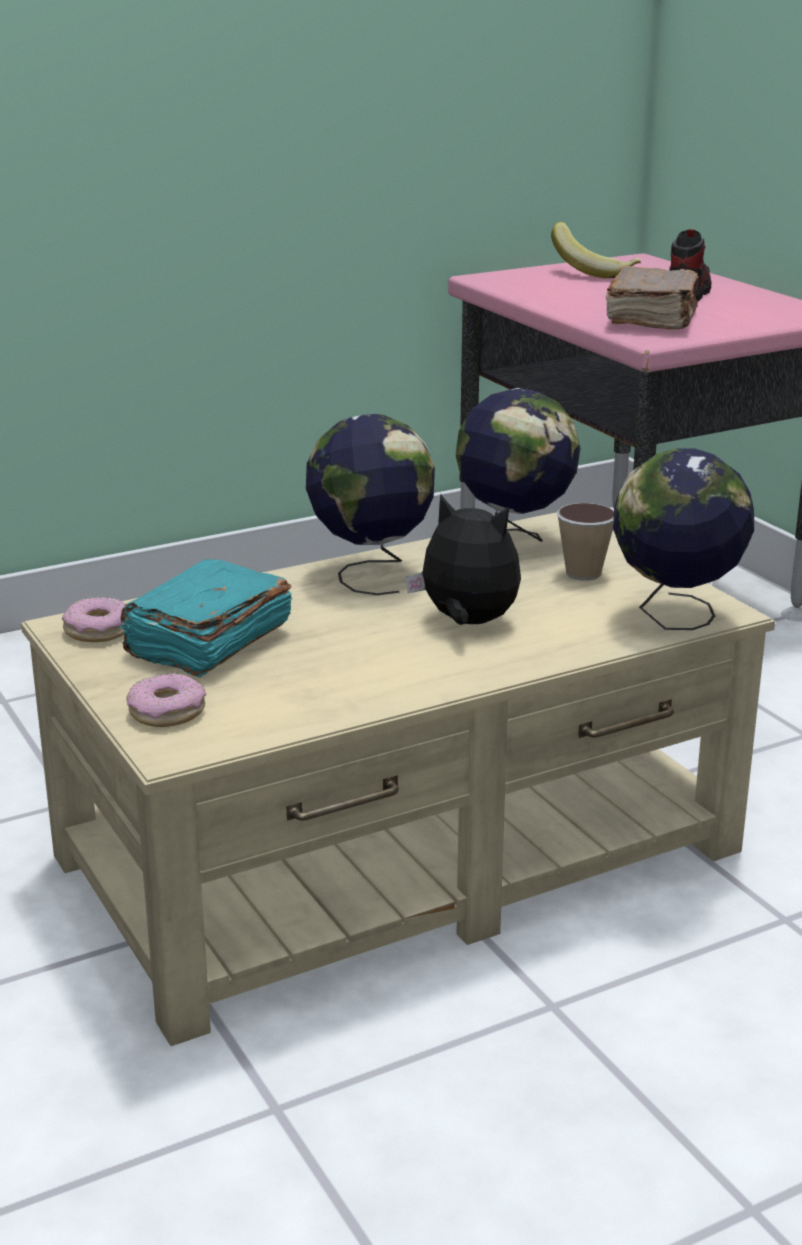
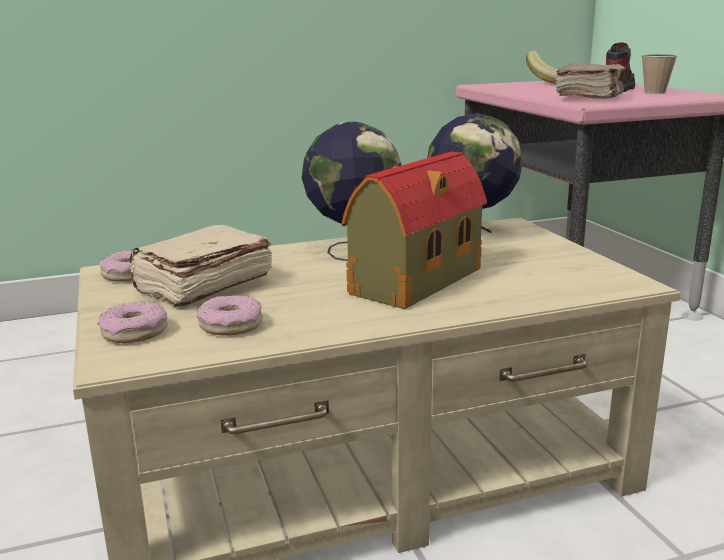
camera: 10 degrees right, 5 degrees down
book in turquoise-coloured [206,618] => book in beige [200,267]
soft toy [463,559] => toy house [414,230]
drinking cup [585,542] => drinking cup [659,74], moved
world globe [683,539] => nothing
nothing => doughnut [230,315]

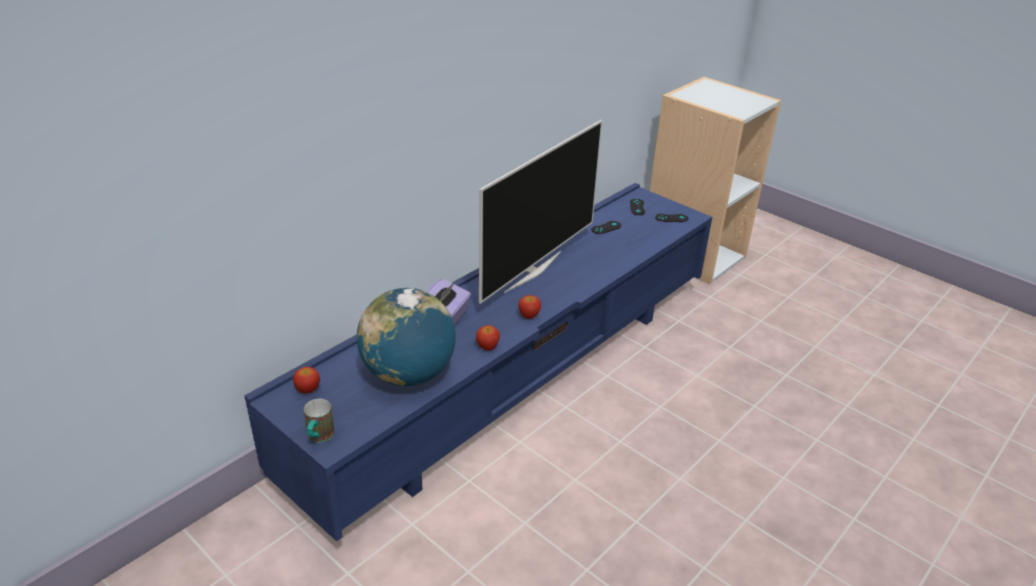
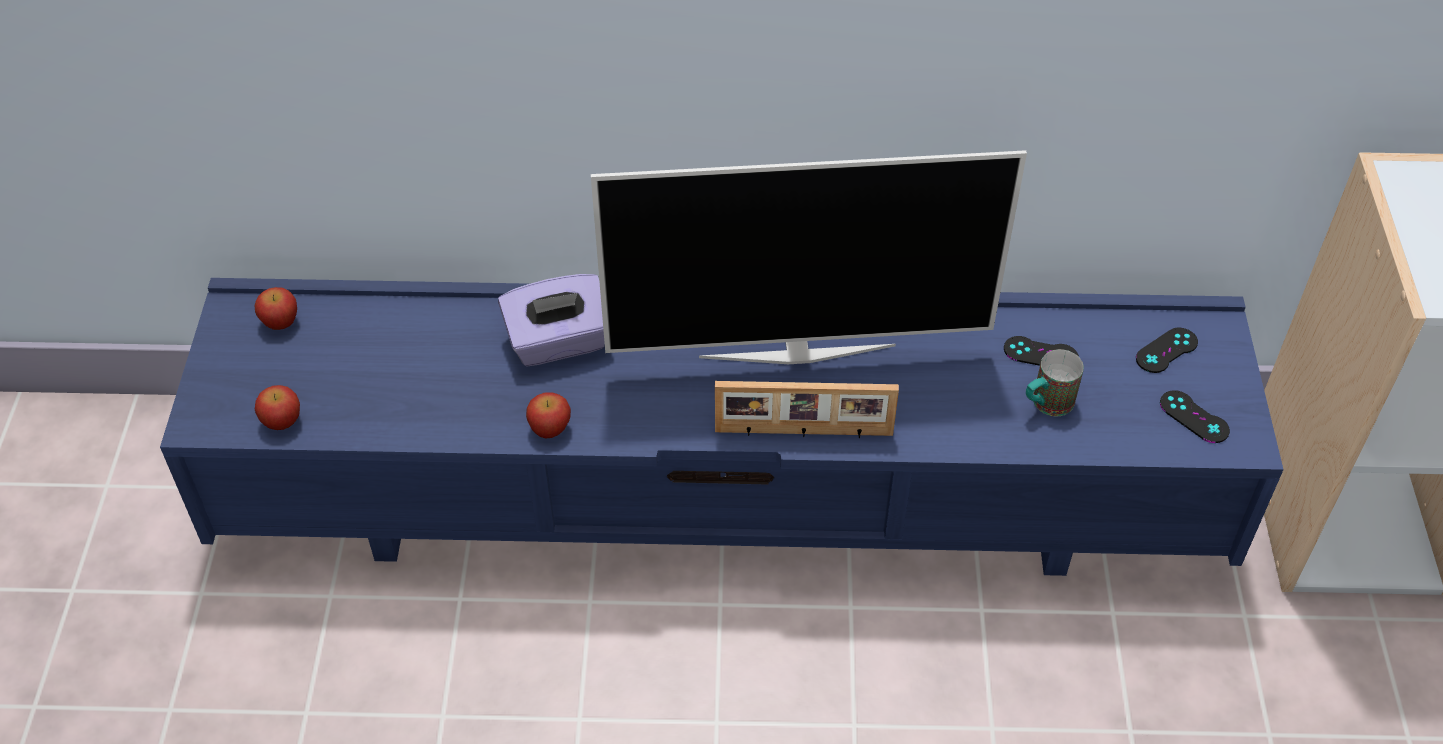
camera: 50 degrees right, 15 degrees up
tea mug [319,420] => tea mug [1055,382], moved
world globe [406,337] => nothing
apple fruit [529,307] => apple fruit [277,407], moved
nothing => standing frame [807,409]

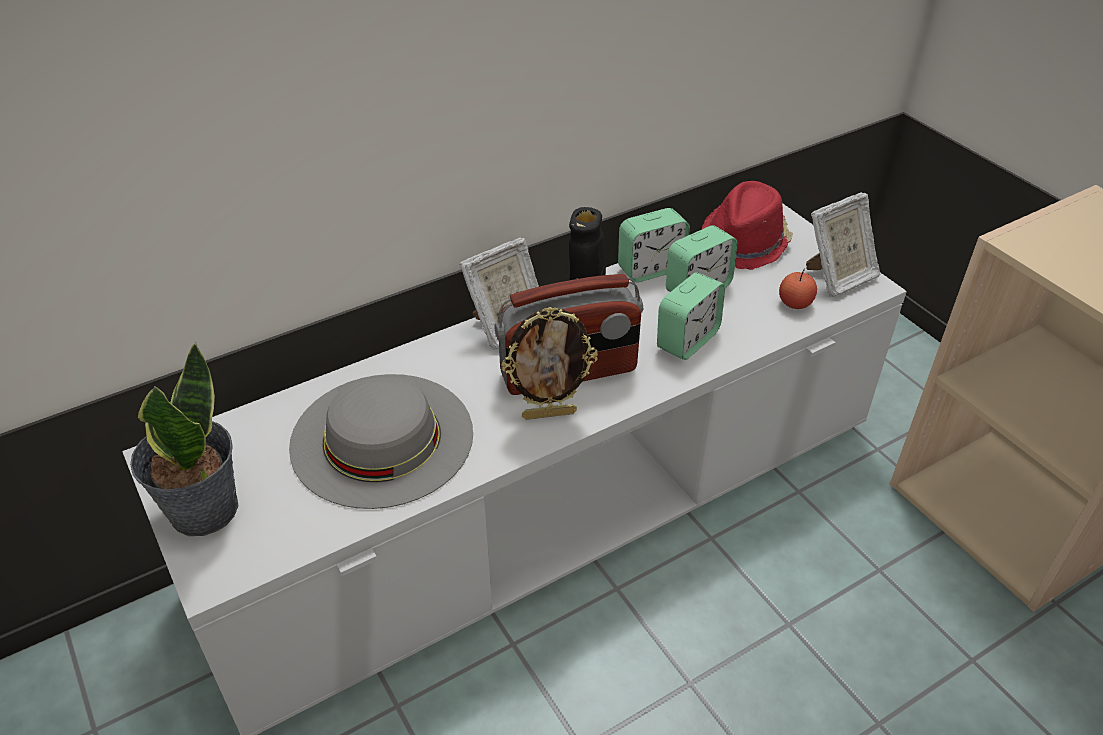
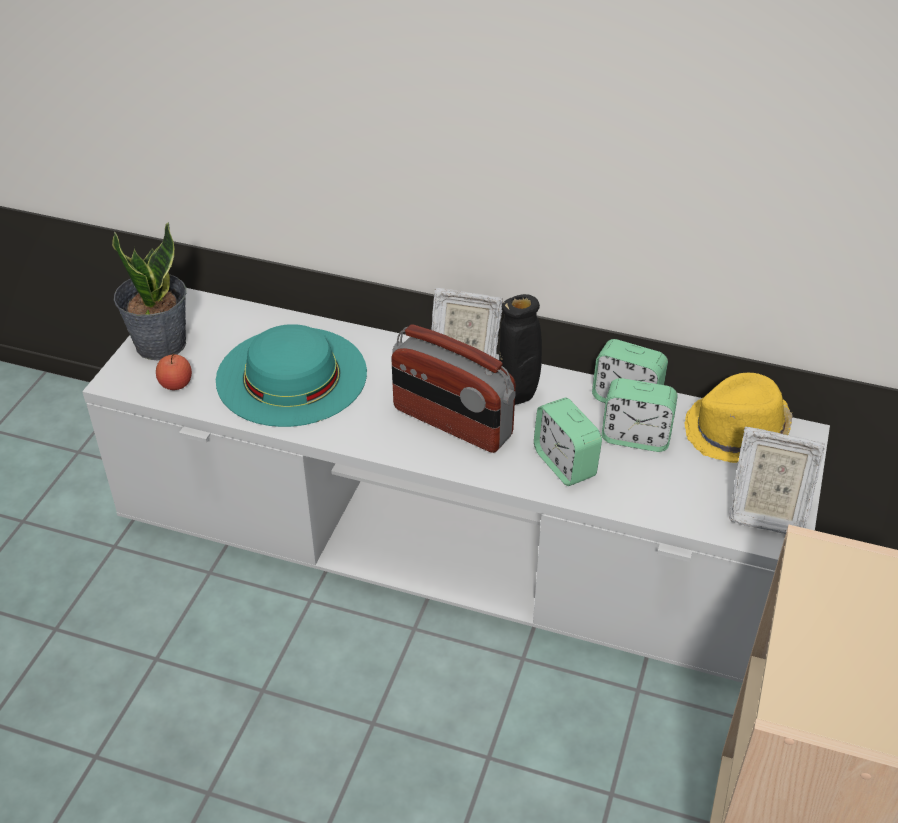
camera: 50 degrees right, 0 degrees up
clothing hat in gray [381,441] => clothing hat in turquoise-coloured [291,375]
standing frame [549,363] => nothing
alarm clock [691,316] => alarm clock [568,441], 60 degrees clockwise
clothing hat in reddish [747,225] => clothing hat in yellow-coloured [738,418]
apple fruit [798,289] => apple fruit [174,372], moved

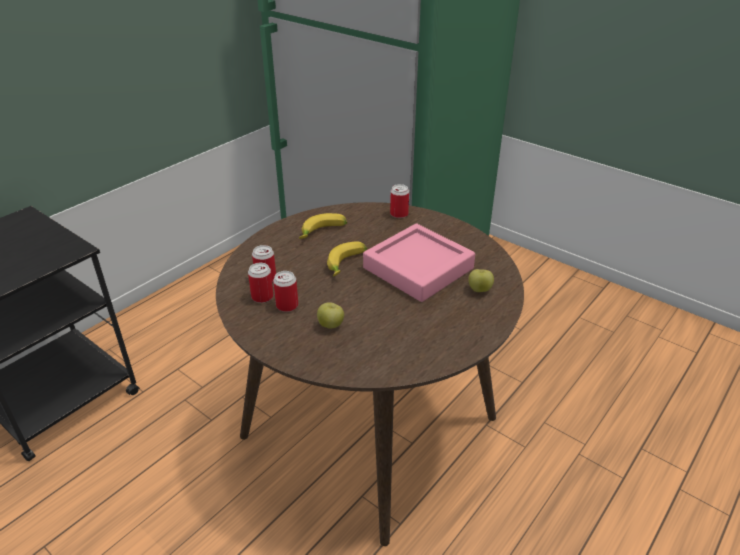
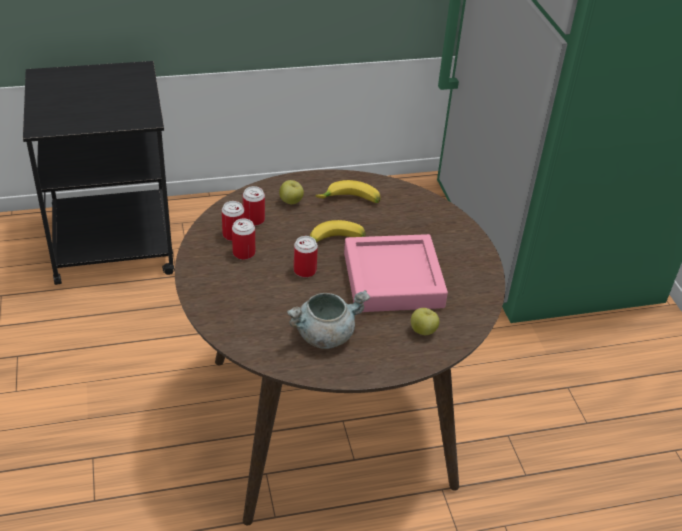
camera: 35 degrees right, 5 degrees up
apple fruit [330,315] => apple fruit [291,192], moved
metal can [399,201] => metal can [306,257], moved
nothing => stockpot in gray [328,319]

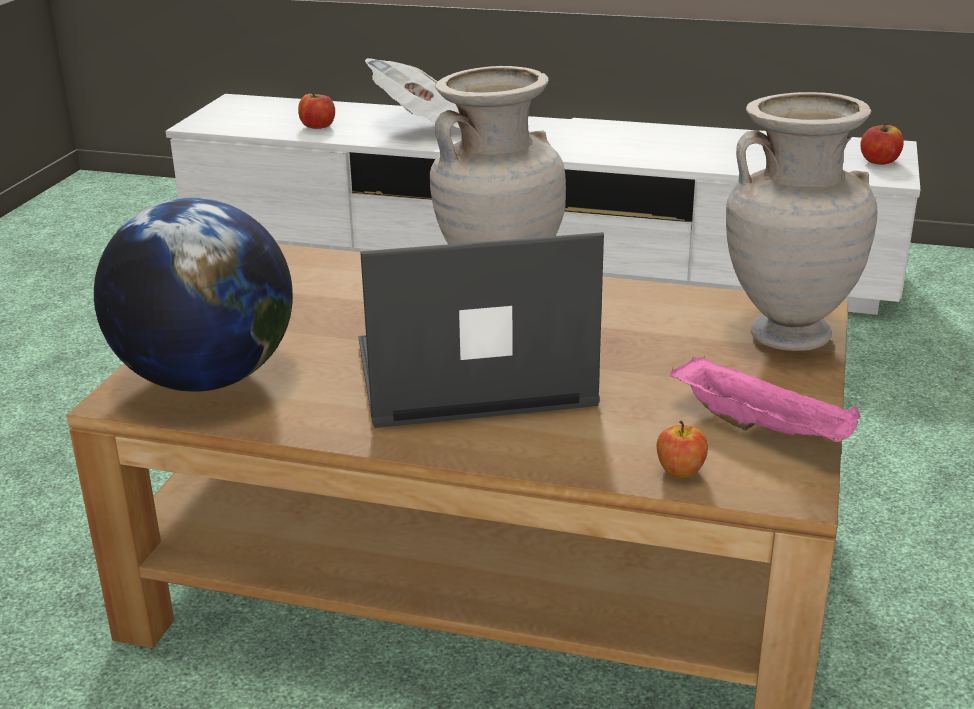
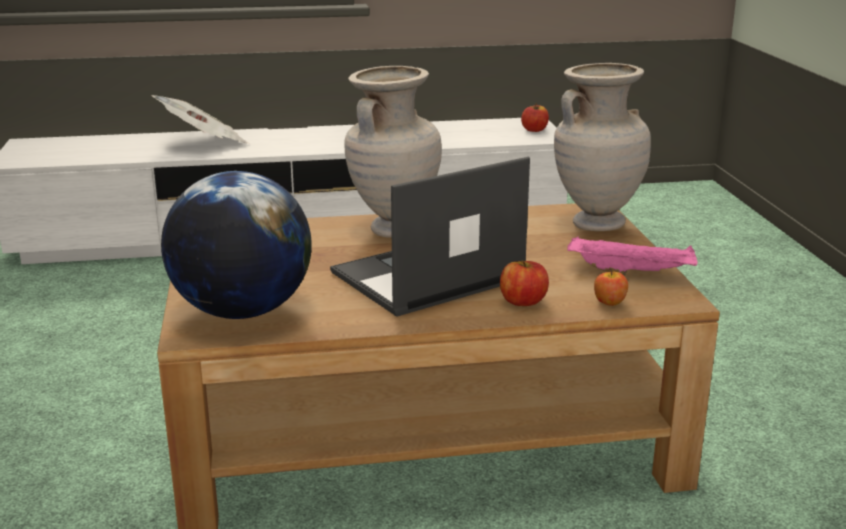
camera: 25 degrees left, 5 degrees down
apple fruit [316,110] => apple fruit [524,283], moved

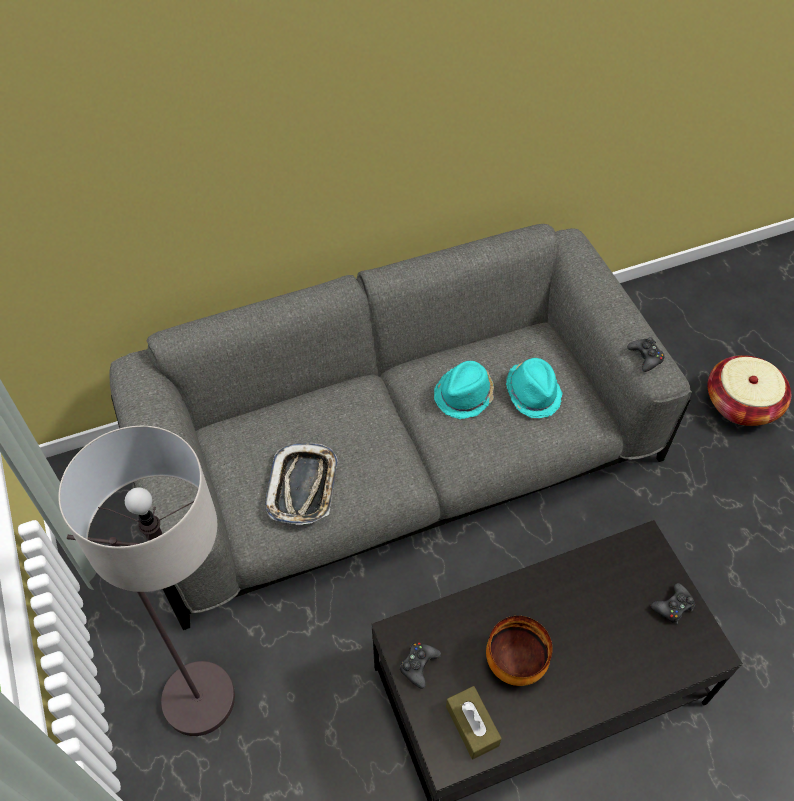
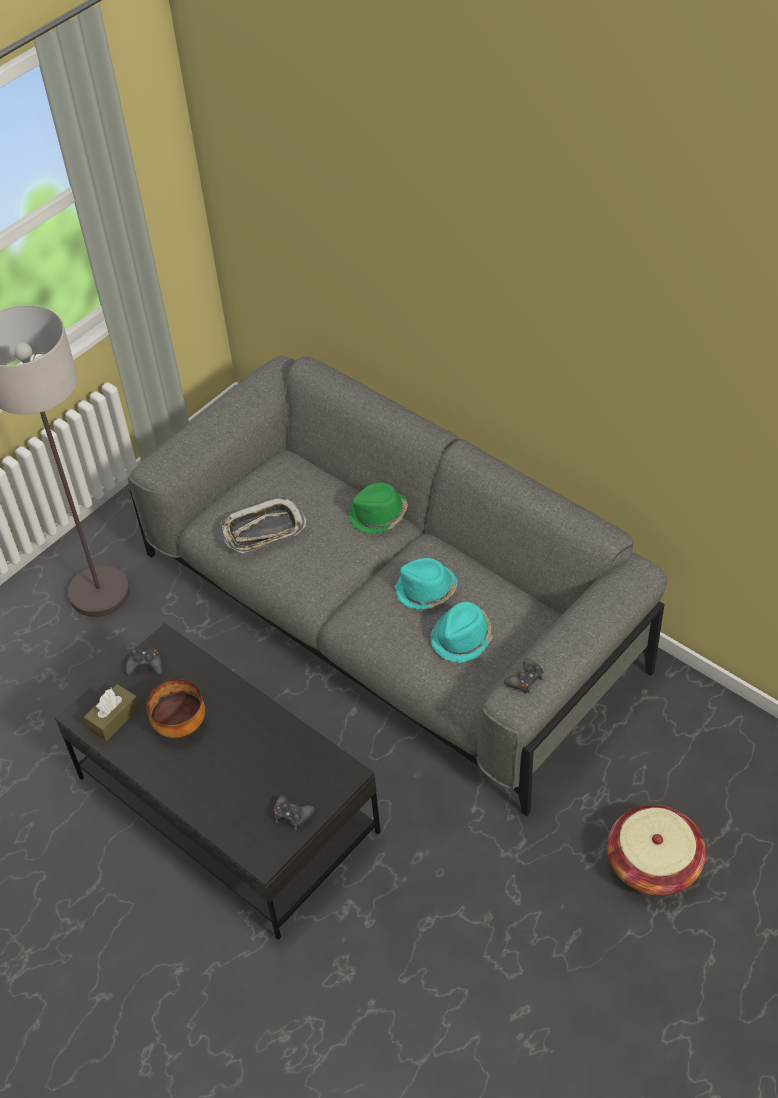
camera: 65 degrees right, 5 degrees down
nothing => clothing hat in green-coloured [378,508]

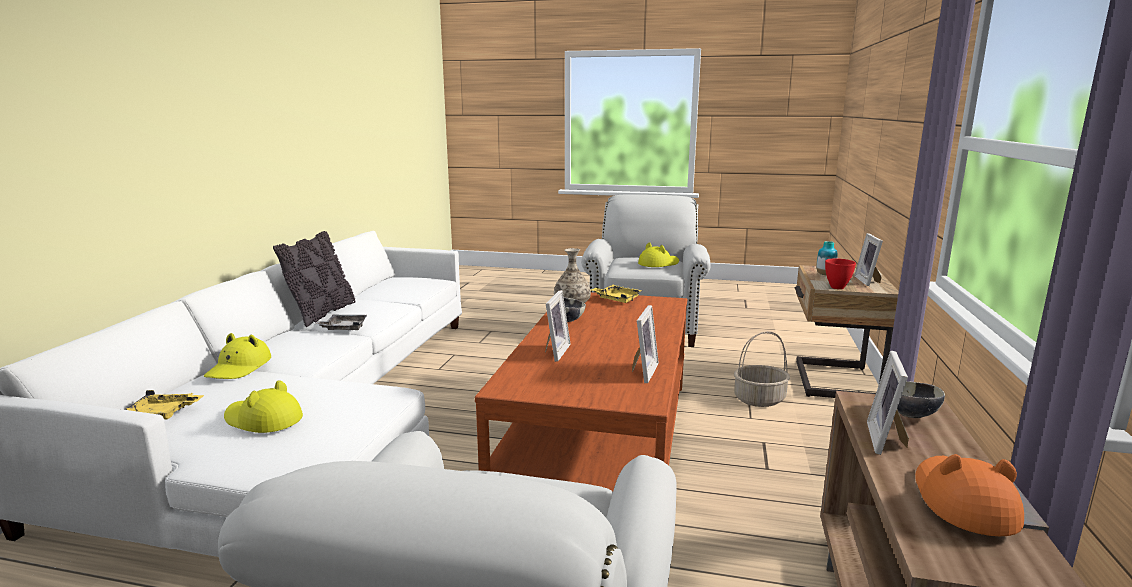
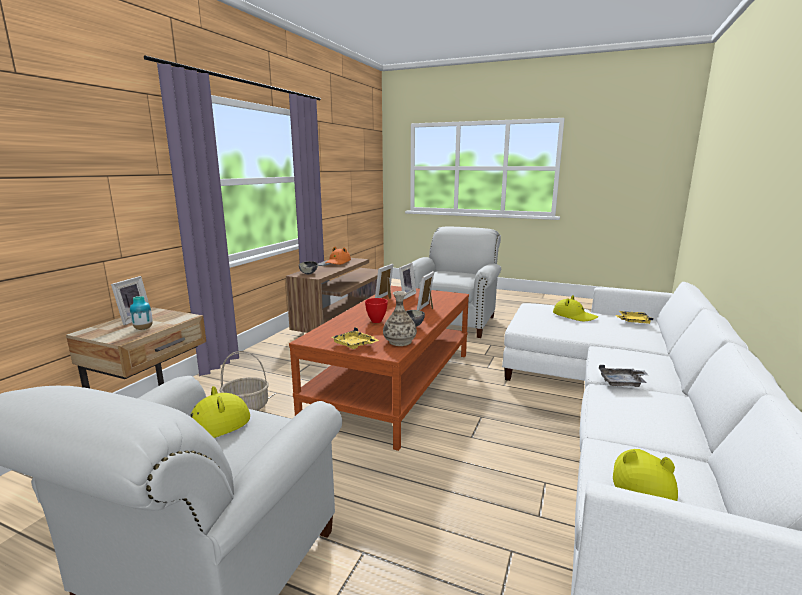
camera: 170 degrees left, 0 degrees up
clothing hat in yellow-coloured [237,356] => clothing hat in yellow-coloured [645,475], moved
cushion in black-coloured [314,279] => nothing
deep dish in reddish [840,273] => deep dish in reddish [376,310], moved
standing frame [888,403] => standing frame [407,281], moved

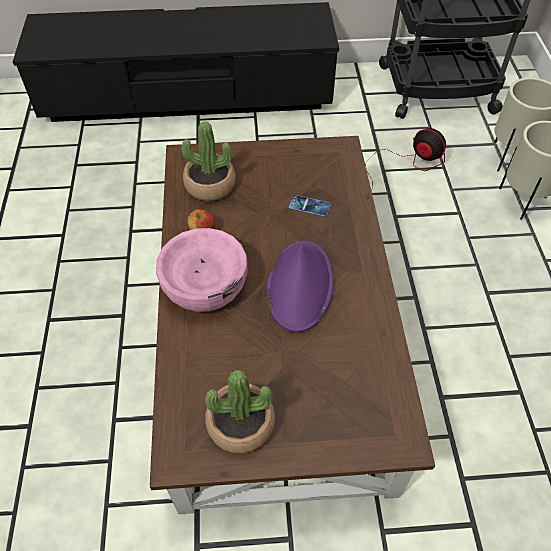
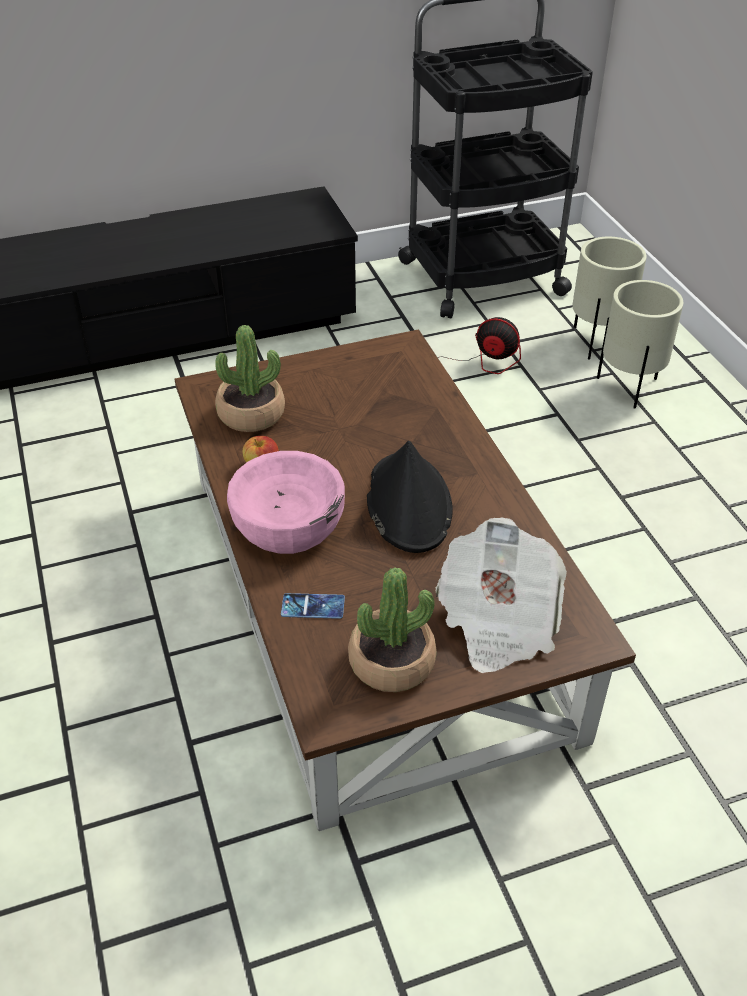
camera: 15 degrees left, 10 degrees down
clothing hat in purplish [300,287] => clothing hat in black-coloured [410,497]
telephone [310,206] => telephone [313,606], moved
nothing => newspaper [501,595]

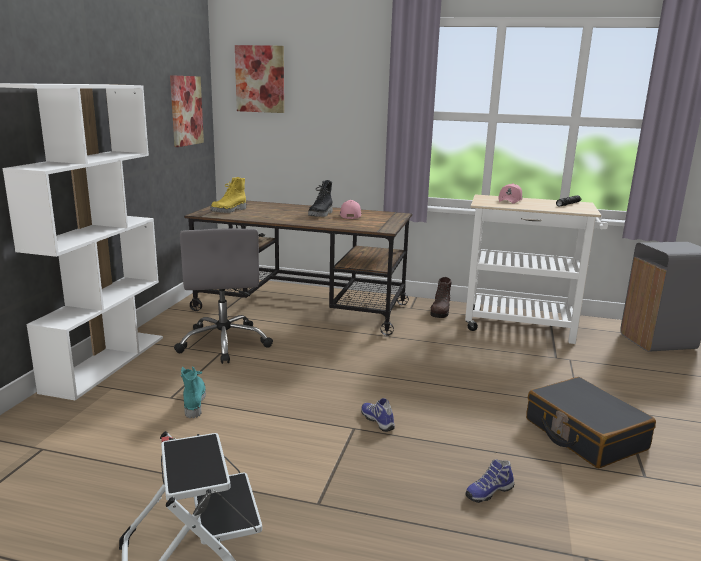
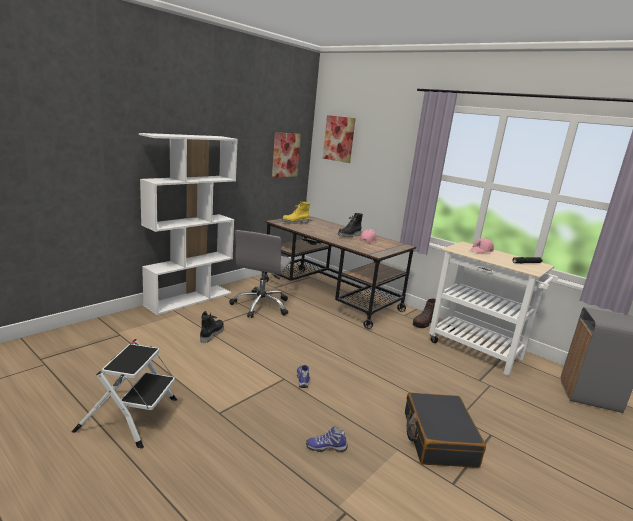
camera: 25 degrees right, 0 degrees up
high-top boot in turquoise-coloured [193,392] => high-top boot in black-coloured [212,327]

